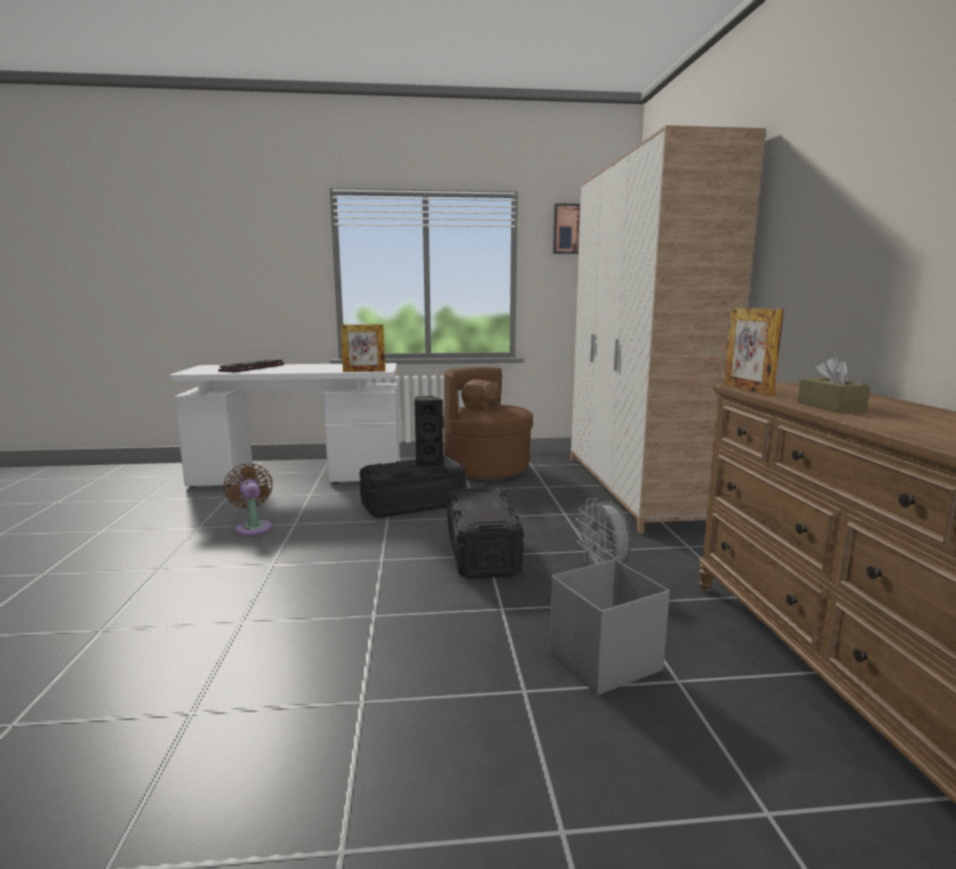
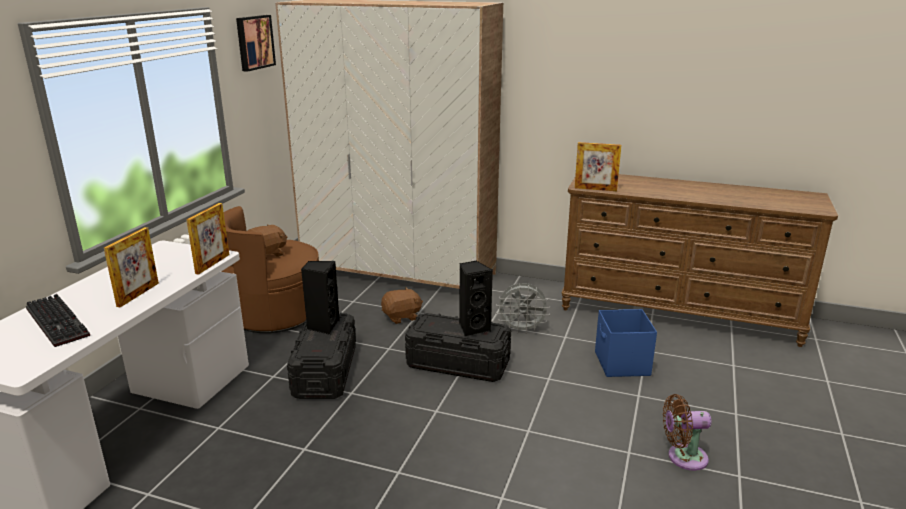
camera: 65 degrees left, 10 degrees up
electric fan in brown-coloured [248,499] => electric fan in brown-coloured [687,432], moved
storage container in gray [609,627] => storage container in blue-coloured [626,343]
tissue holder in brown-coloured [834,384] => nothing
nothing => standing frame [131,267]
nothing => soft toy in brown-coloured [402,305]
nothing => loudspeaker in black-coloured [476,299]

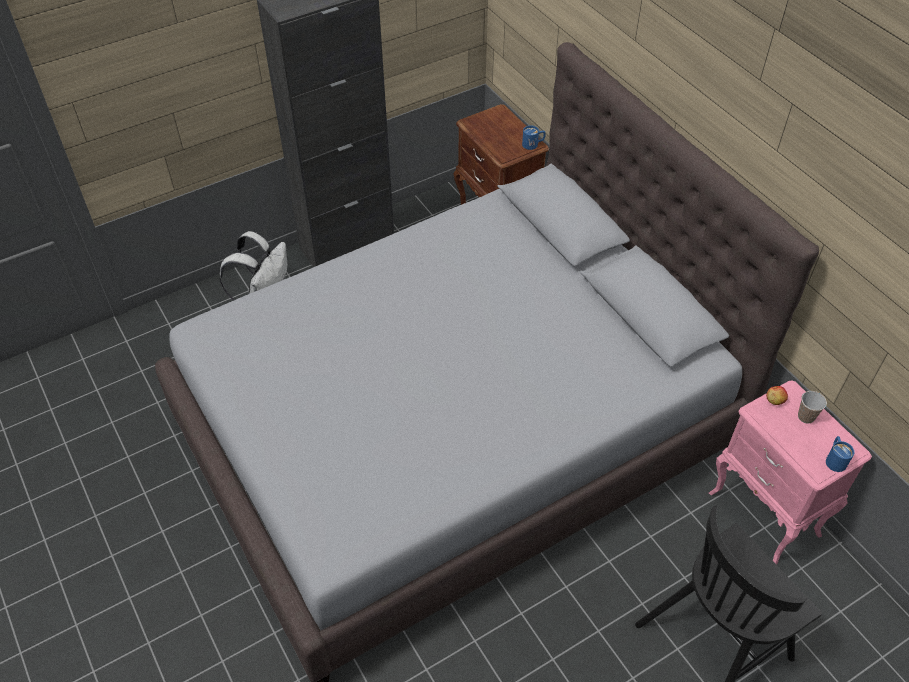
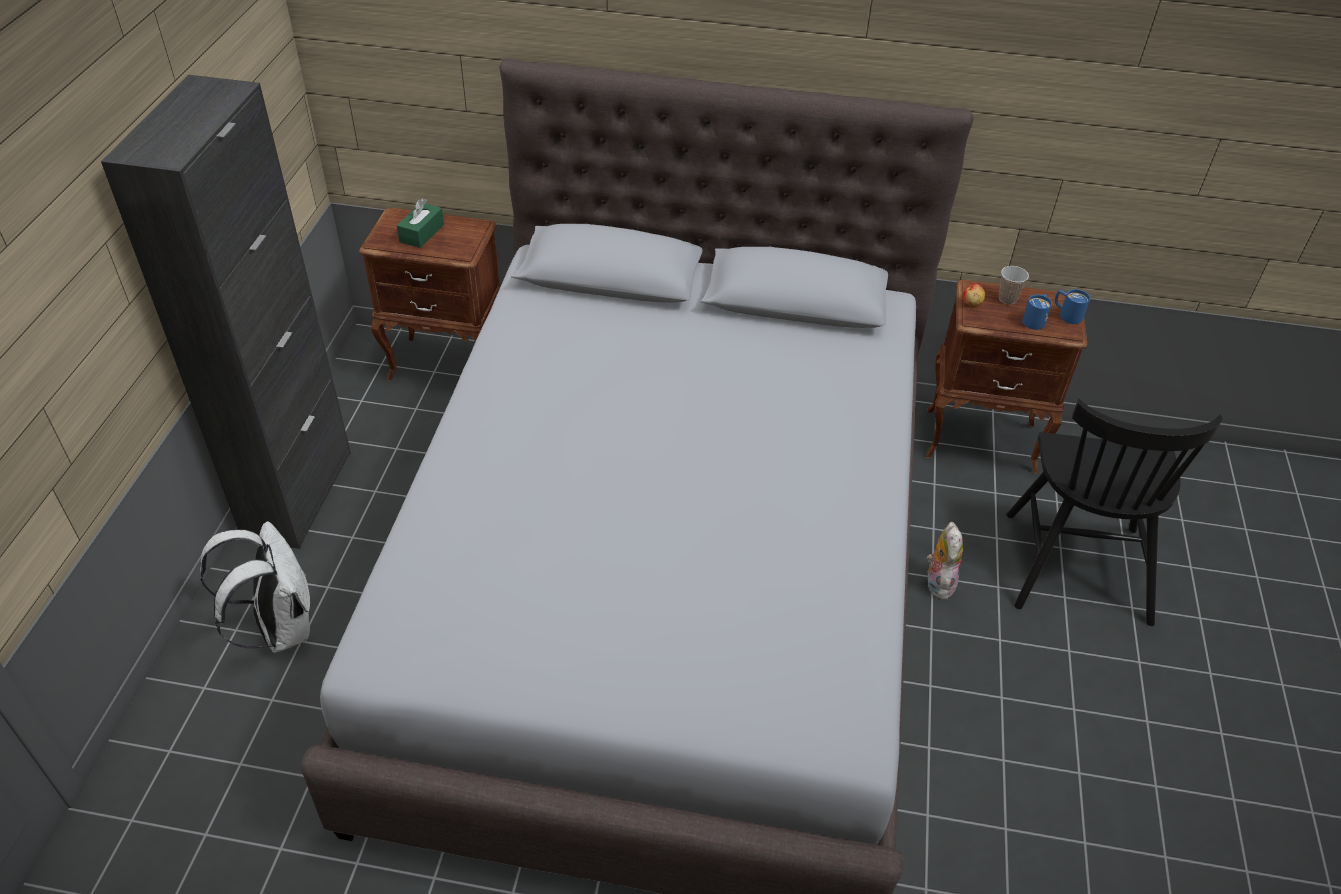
camera: 50 degrees left, 5 degrees down
tea mug in blue-coloured [534,138] => tea mug in blue-coloured [1037,312], moved
nightstand in pink-coloured [790,472] => nightstand in brown-coloured [1006,376]
nothing => tissue holder in green-coloured [420,223]
nothing => soft toy [945,560]

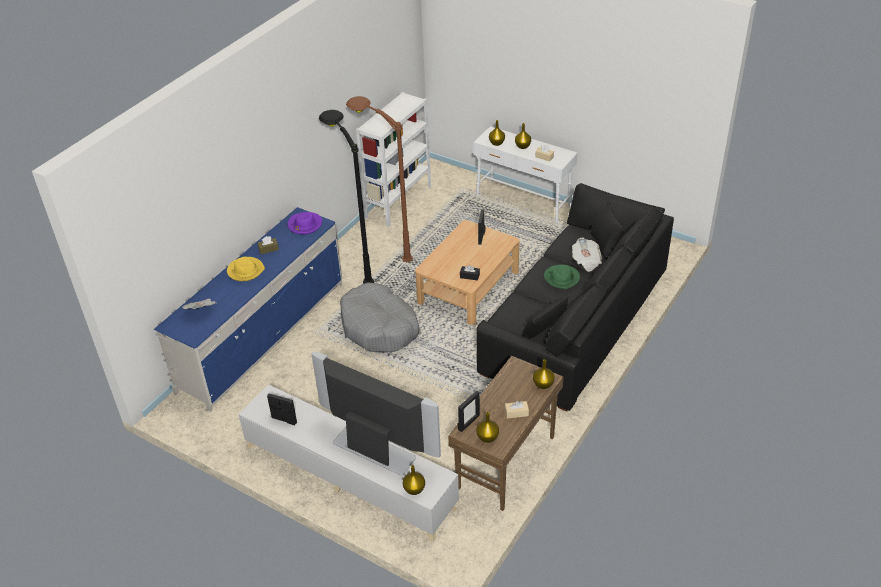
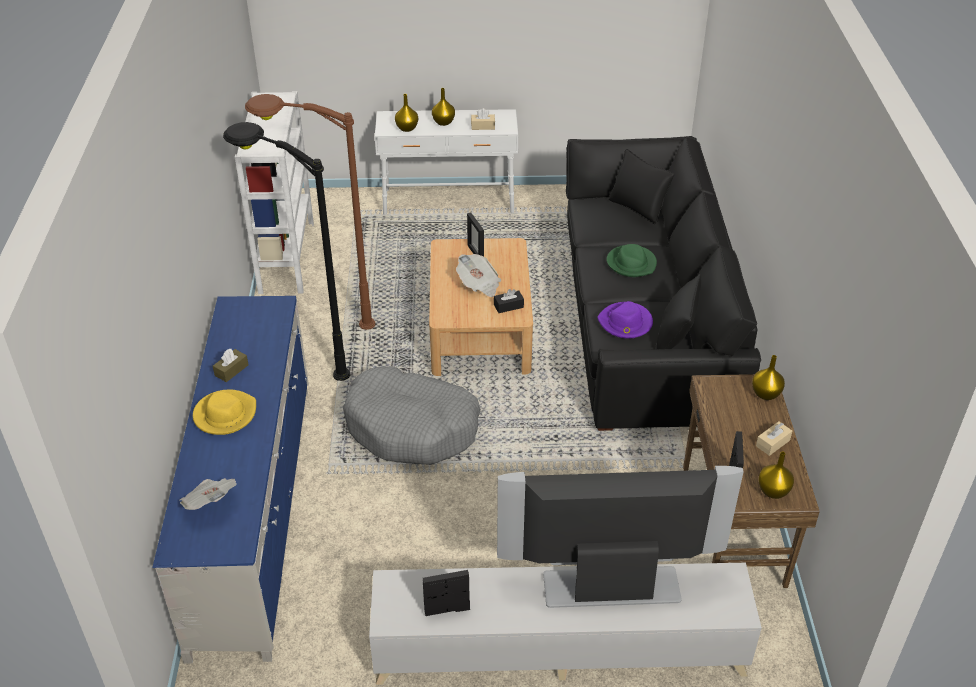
camera: 35 degrees left, 0 degrees up
clothing hat in purplish [305,223] => clothing hat in purplish [625,320], moved
flower vase in yellow-coloured [414,480] => nothing
newspaper [587,255] => newspaper [478,275], moved

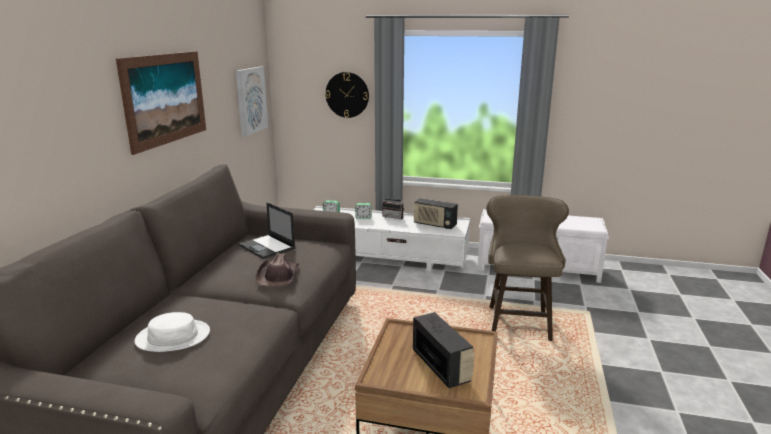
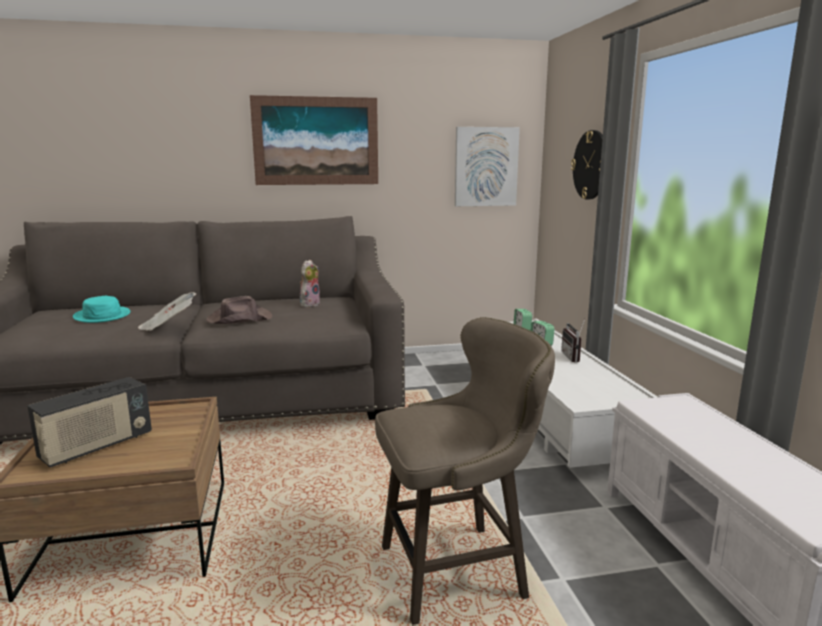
camera: 65 degrees right, 5 degrees down
clothing hat in white-coloured [172,332] => clothing hat in turquoise-coloured [101,309]
portable computer [267,230] => soft toy [310,283]
radio [435,213] => nothing
nothing => newspaper [167,311]

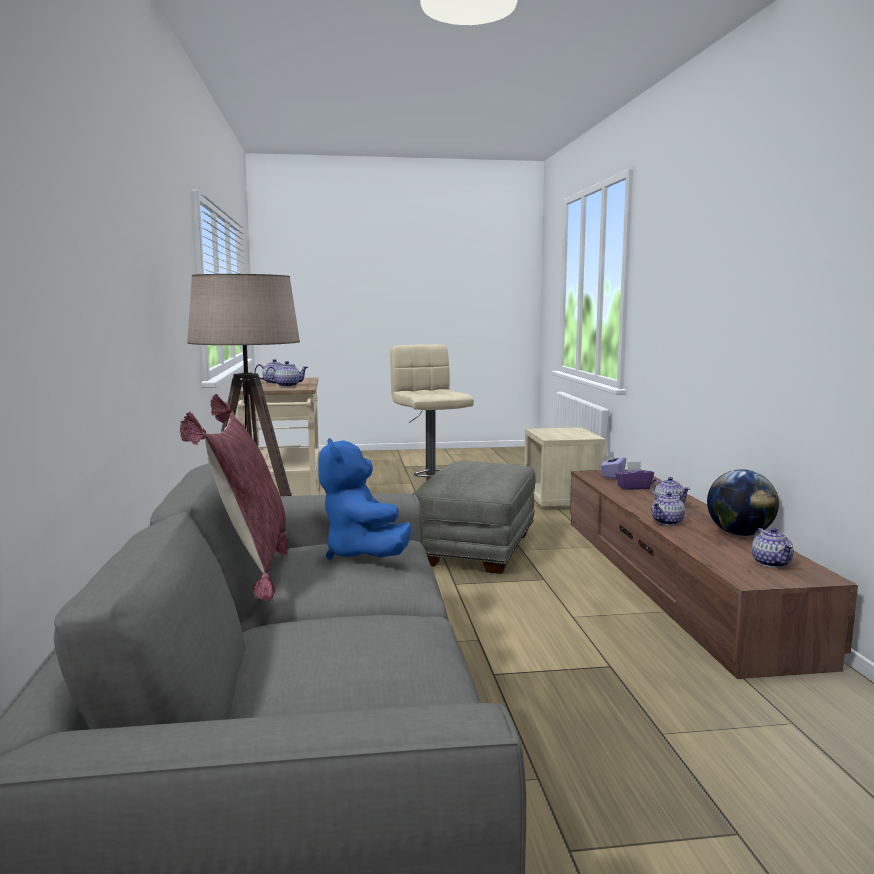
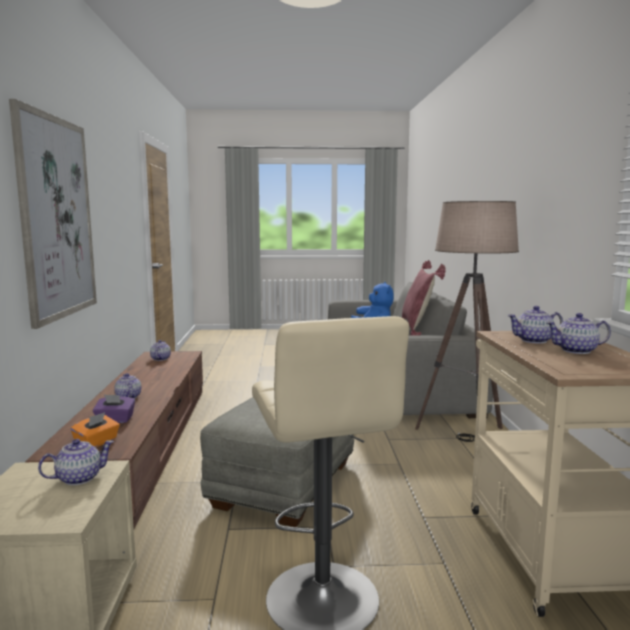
camera: 175 degrees left, 0 degrees up
tissue holder in purplish [613,465] => tissue holder in orange-coloured [95,430]
tea pot [668,508] => tea pot [76,462], moved
world globe [743,502] => nothing
nothing => wall art [53,214]

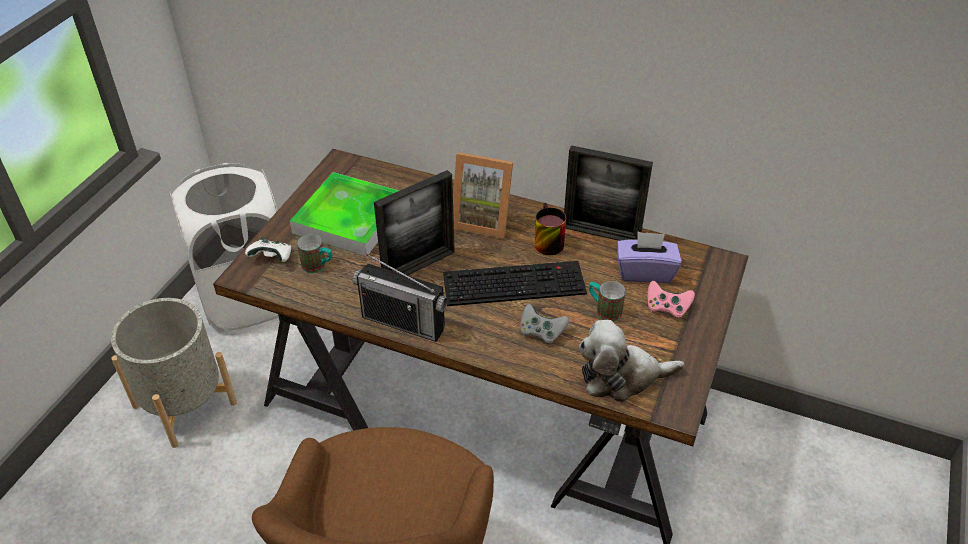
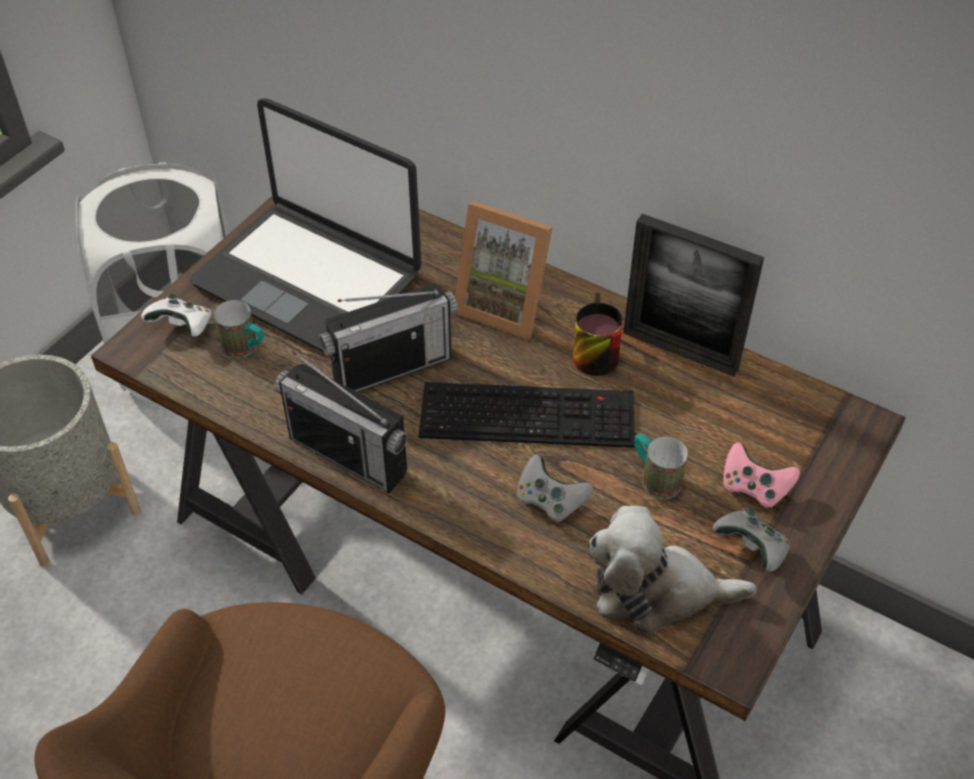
camera: 10 degrees right, 5 degrees up
carrying tray [344,214] => portable computer [306,227]
standing frame [414,223] => radio [388,337]
tissue holder in purplish [649,257] => nothing
nothing => gamepad in gray [751,540]

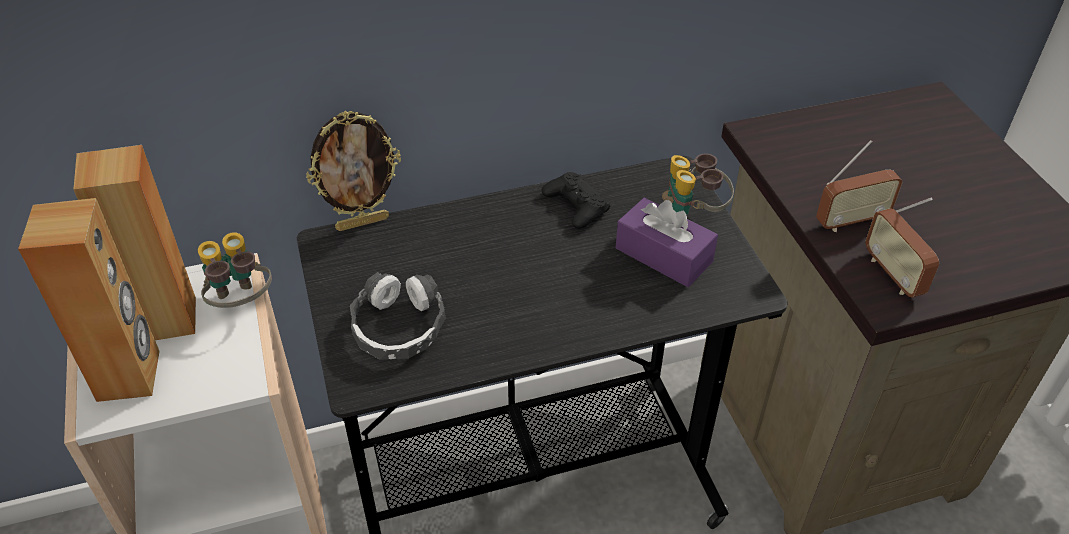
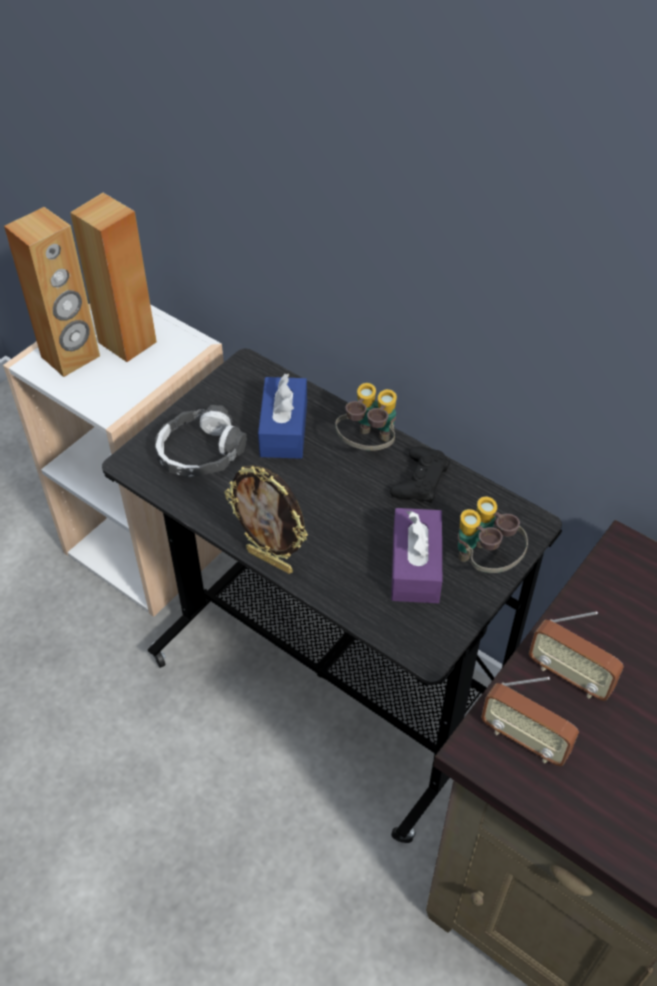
camera: 55 degrees right, 5 degrees up
binoculars [235,270] => binoculars [366,417], moved
standing frame [353,171] => standing frame [266,519], moved
radio [902,247] => radio [530,721], 90 degrees counterclockwise
nothing => tissue holder in blue-coloured [282,416]

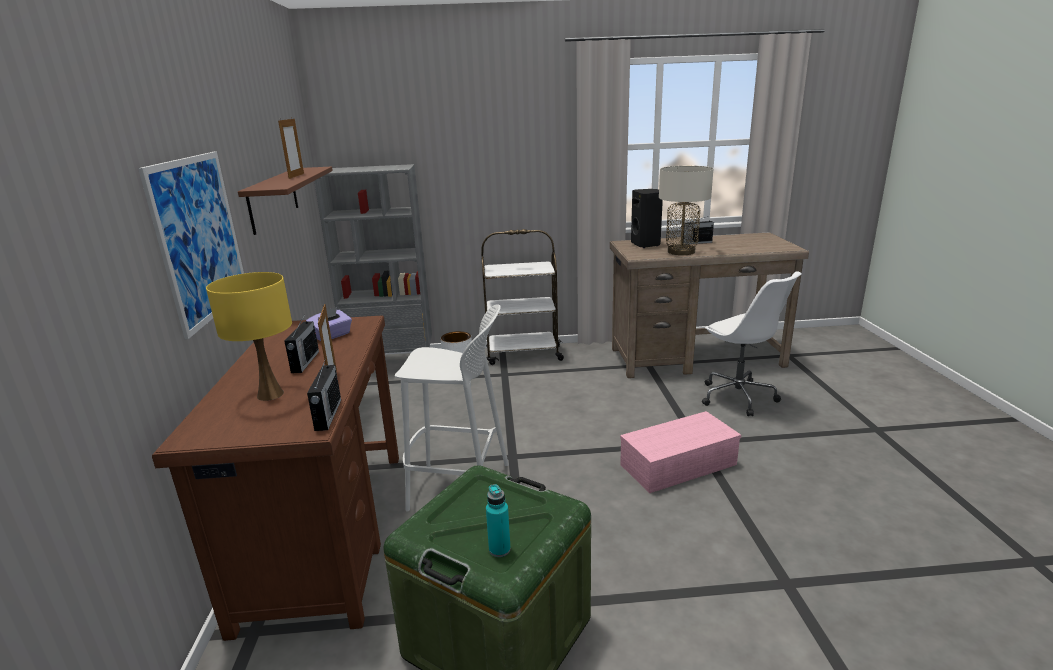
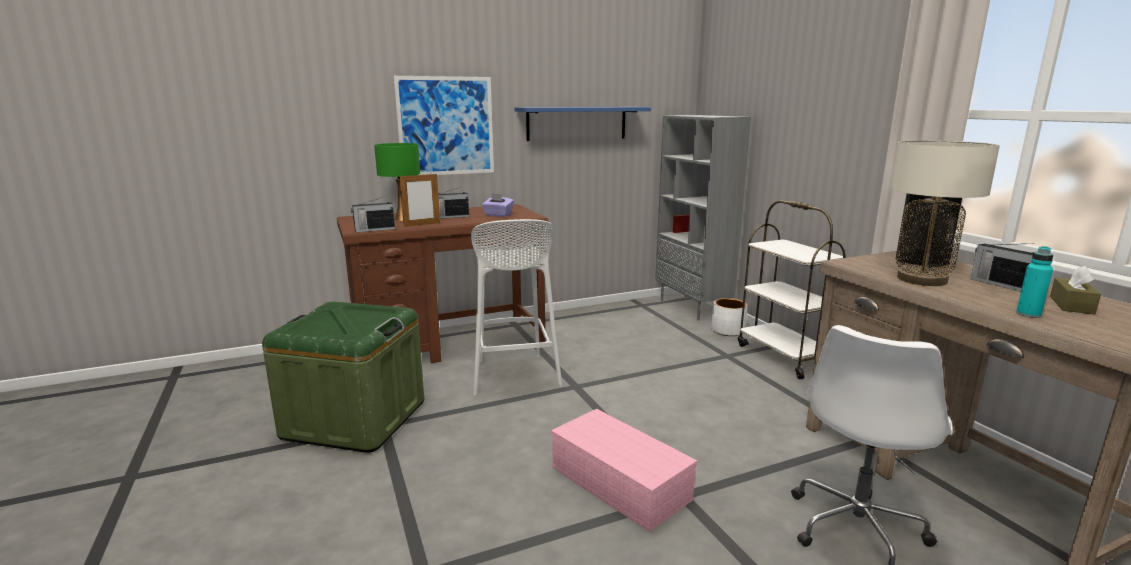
camera: 70 degrees right, 5 degrees down
table lamp in yellow-coloured [249,336] => table lamp in green-coloured [397,182]
wall shelf in brown-coloured [285,200] => wall shelf in blue-coloured [582,124]
standing frame [291,148] => nothing
bottle in turquoise-coloured [498,520] => bottle in turquoise-coloured [1034,282], moved
nothing => tissue holder in brown-coloured [1075,290]

